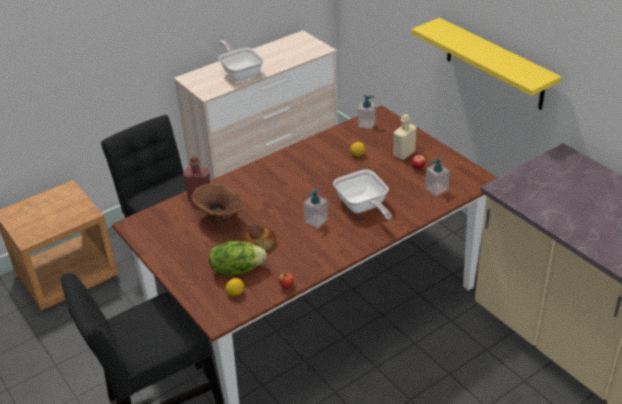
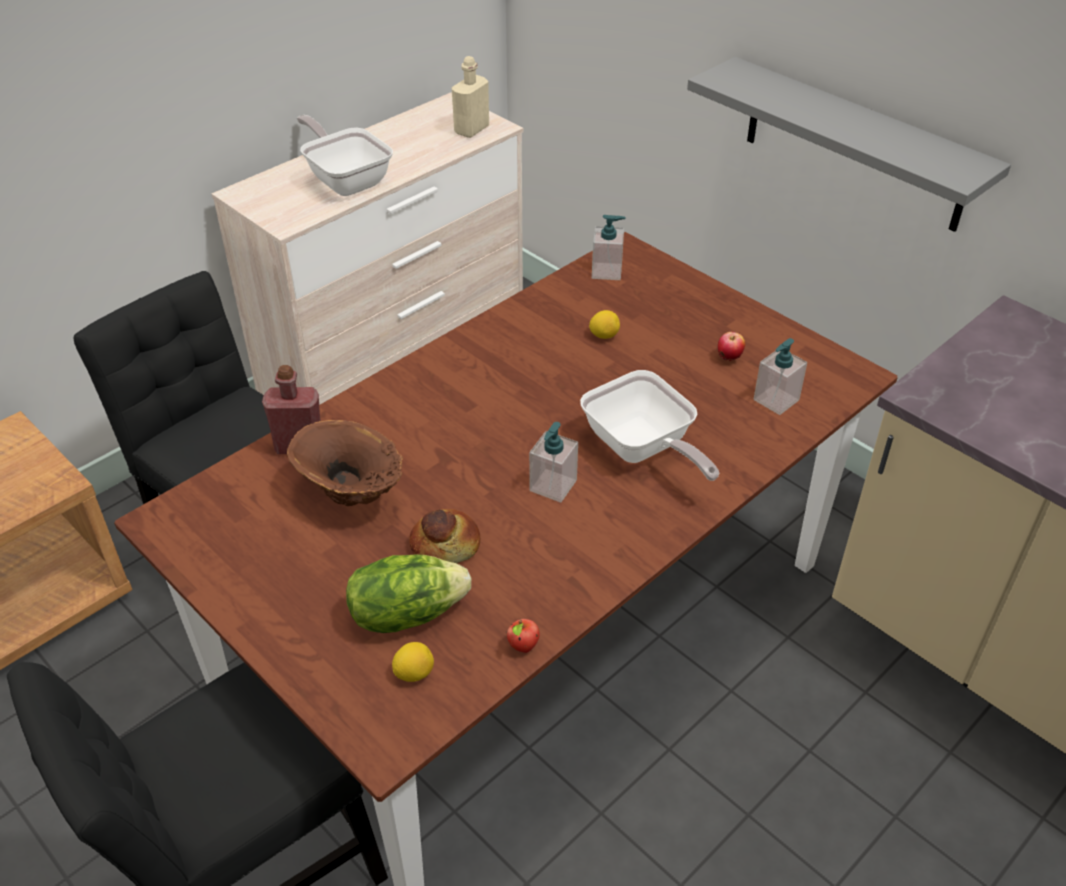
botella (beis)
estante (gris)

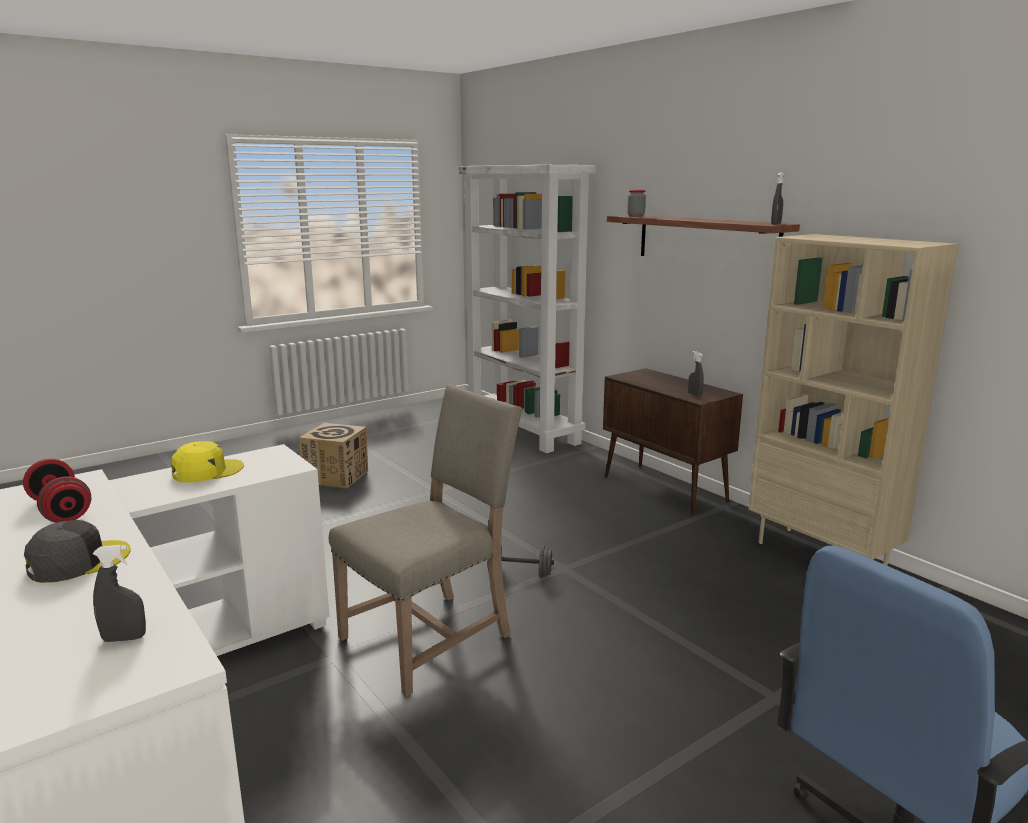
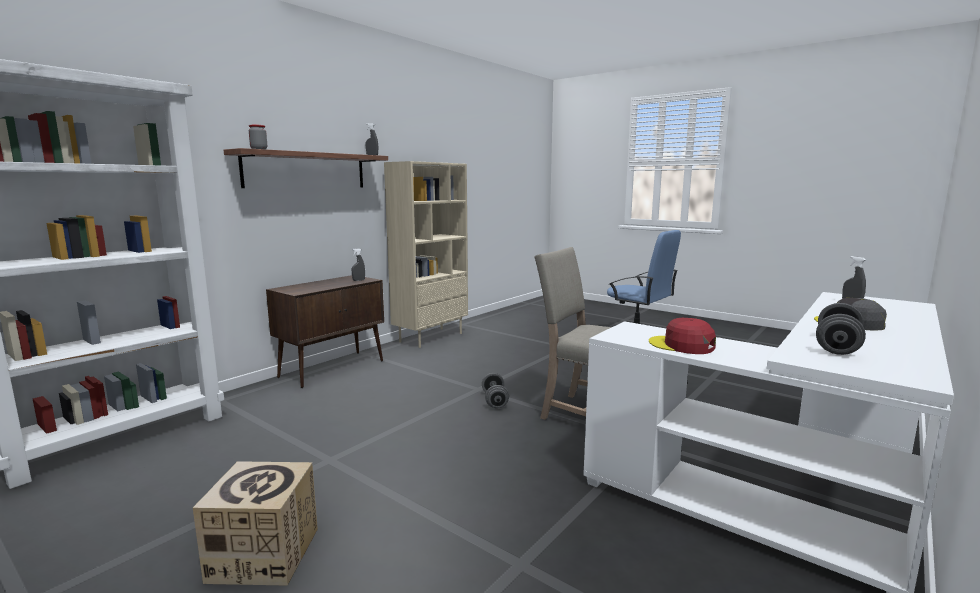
mancuerna (gris) (2nd from left)
gorra (rojo)

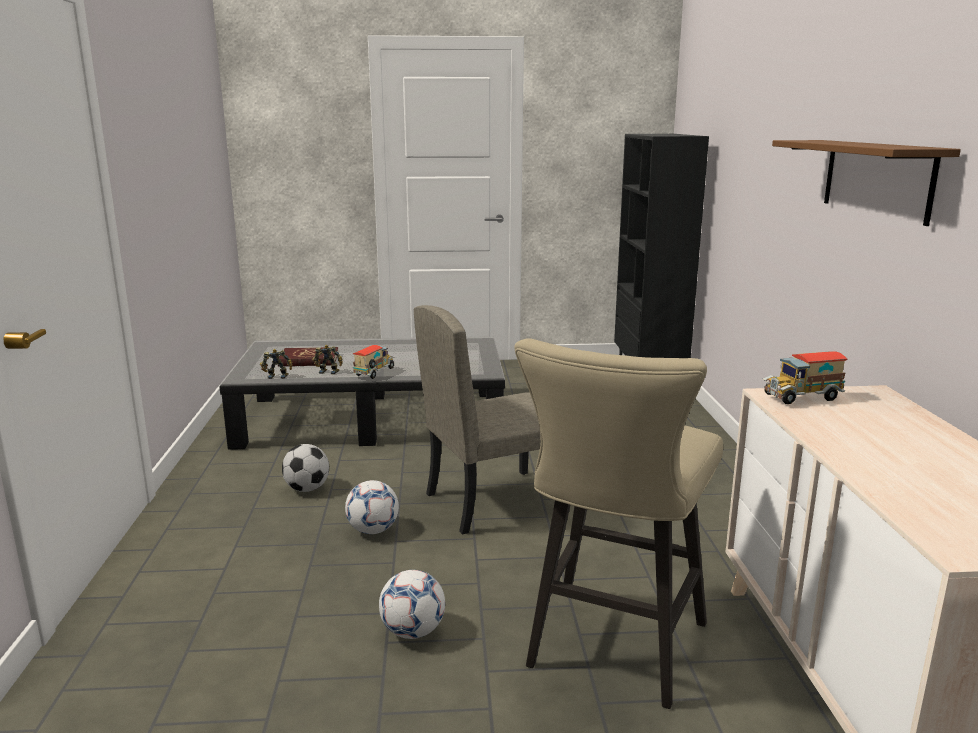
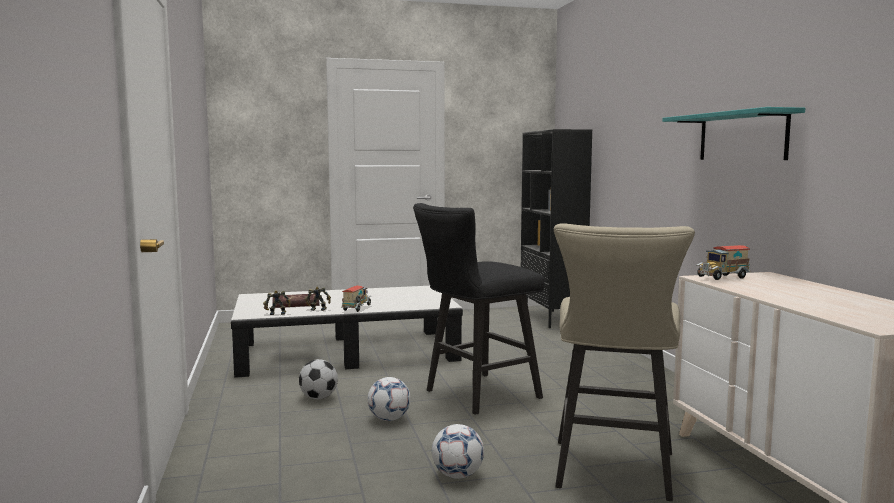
taburete (negro)
estante (turquesa)

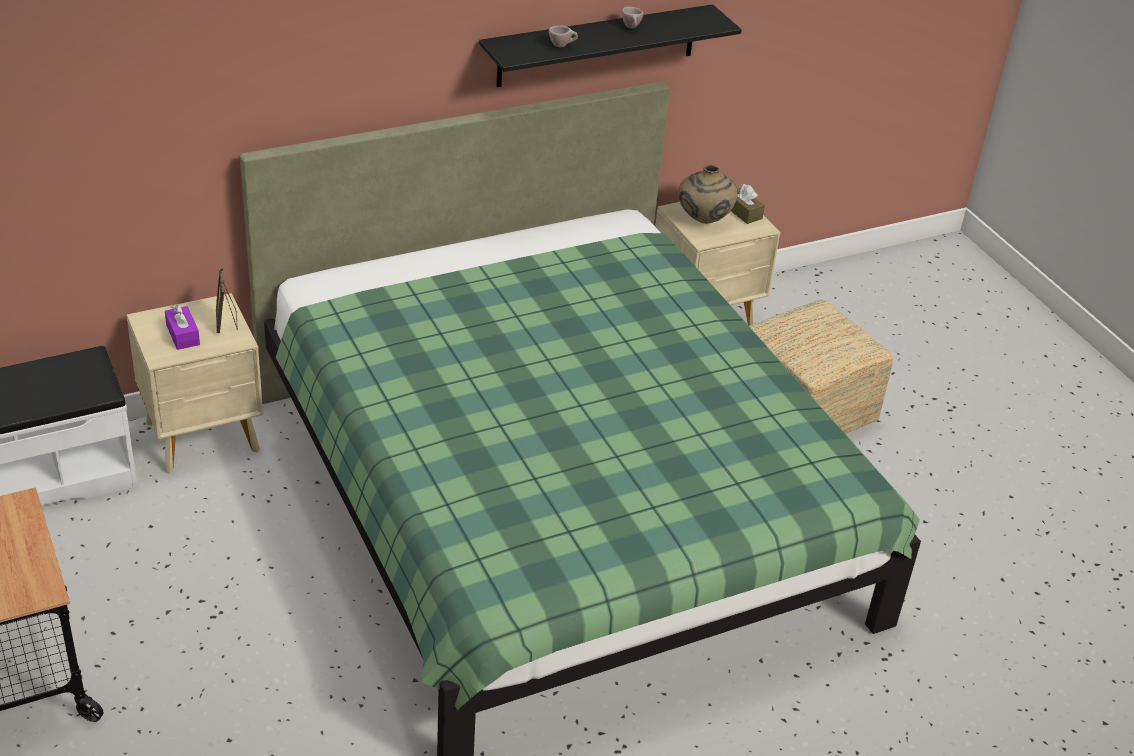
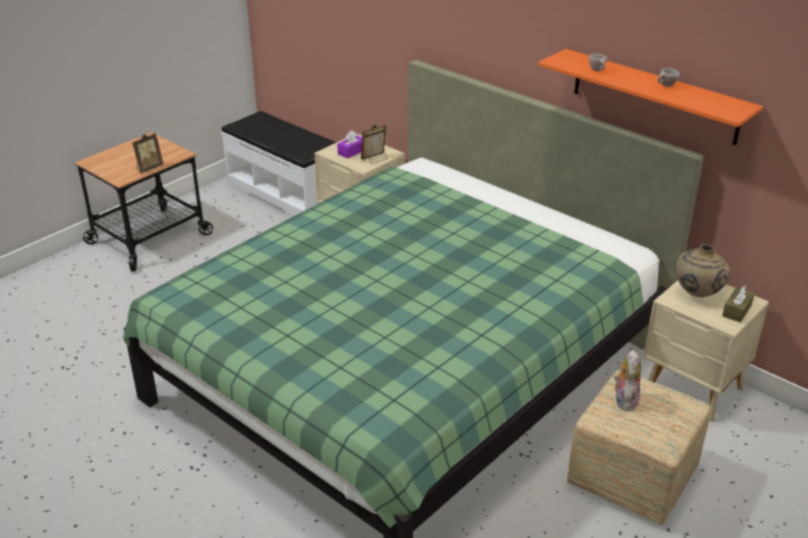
portarretratos (1st from left)
peluche
estante (naranja)

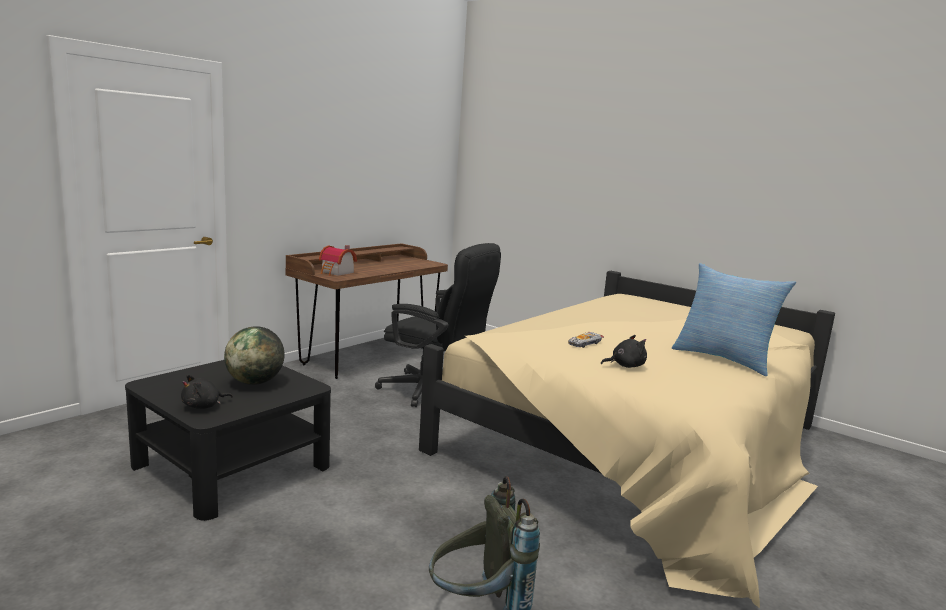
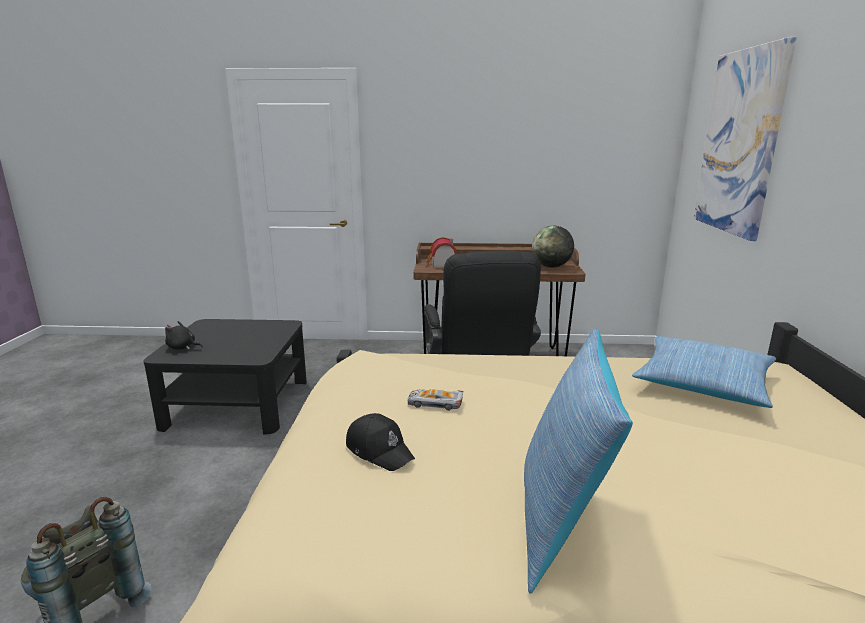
cojín (2nd from left)
cuadro
globo terráqueo
gorra (negro)

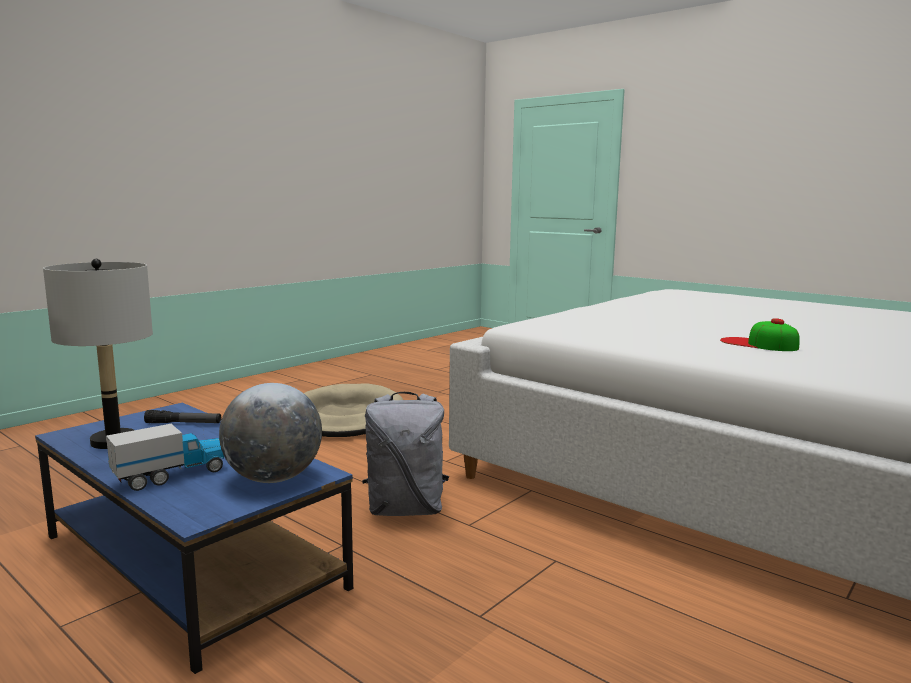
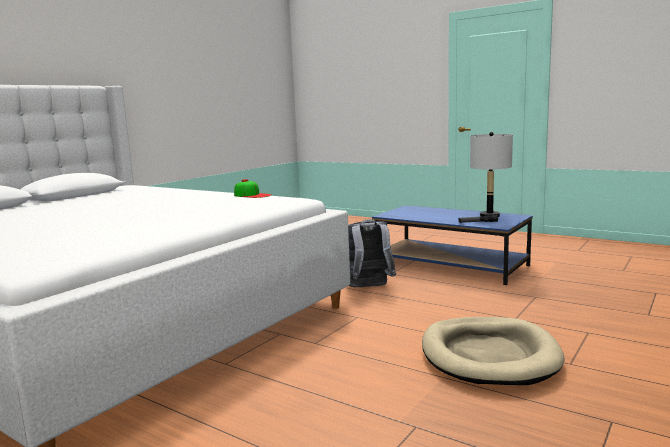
camión de juguete
globo terráqueo
gorra

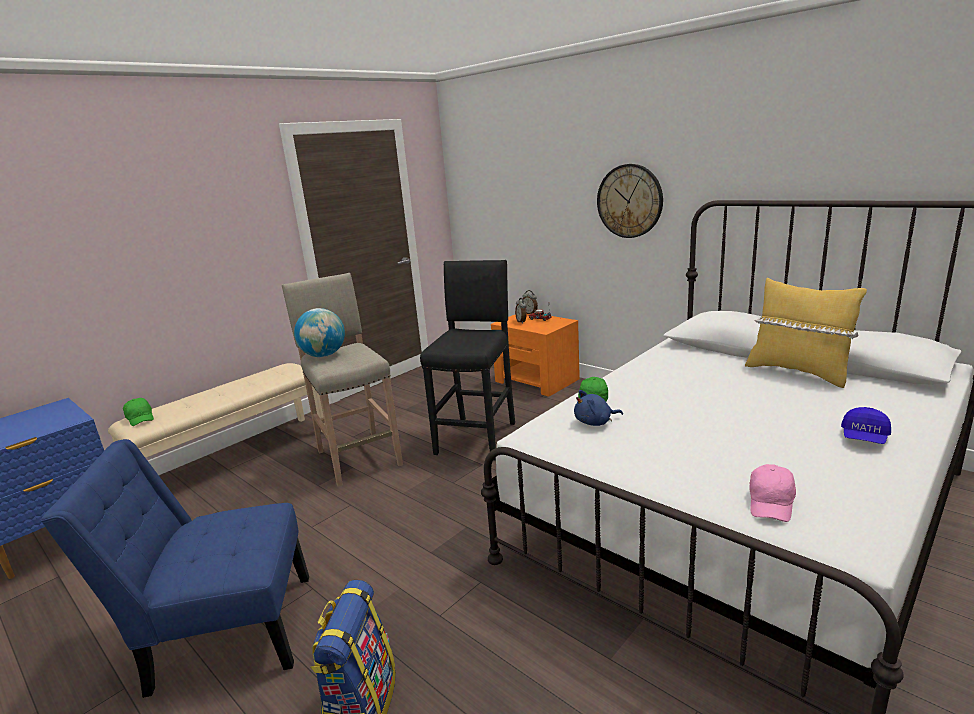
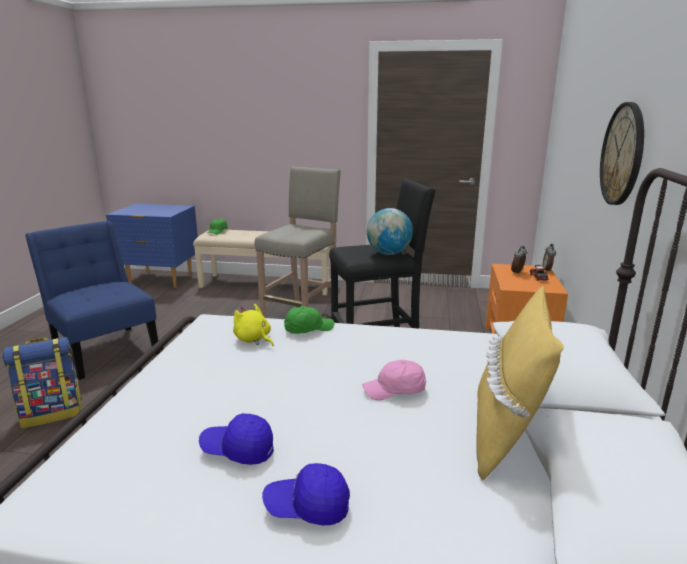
gorra (azul) (1st from left)
globo terráqueo
gorra (rosa)
peluche (amarillo)

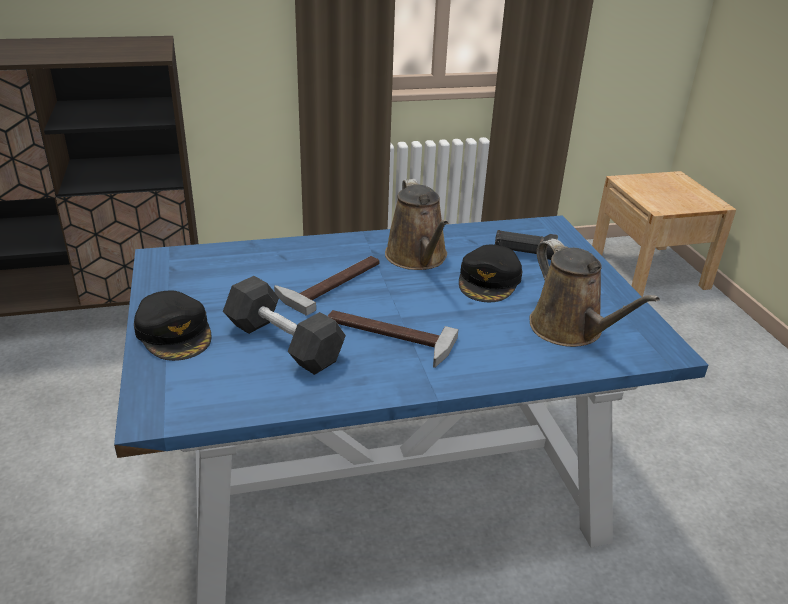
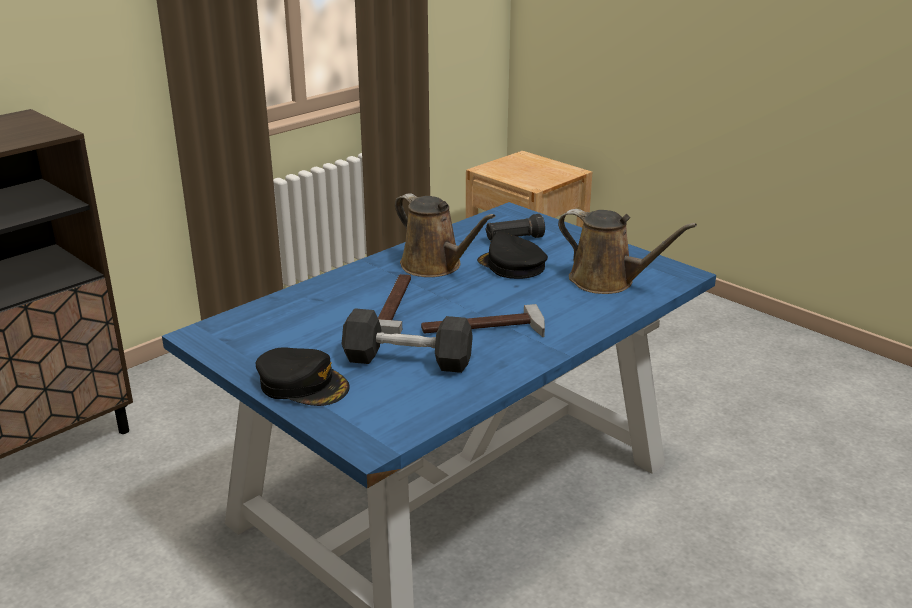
gorra (negro) (2nd from left)

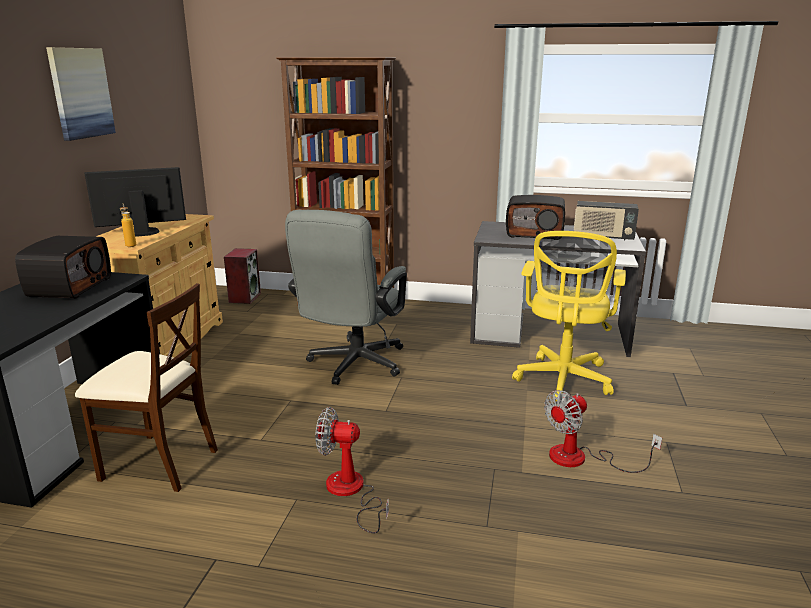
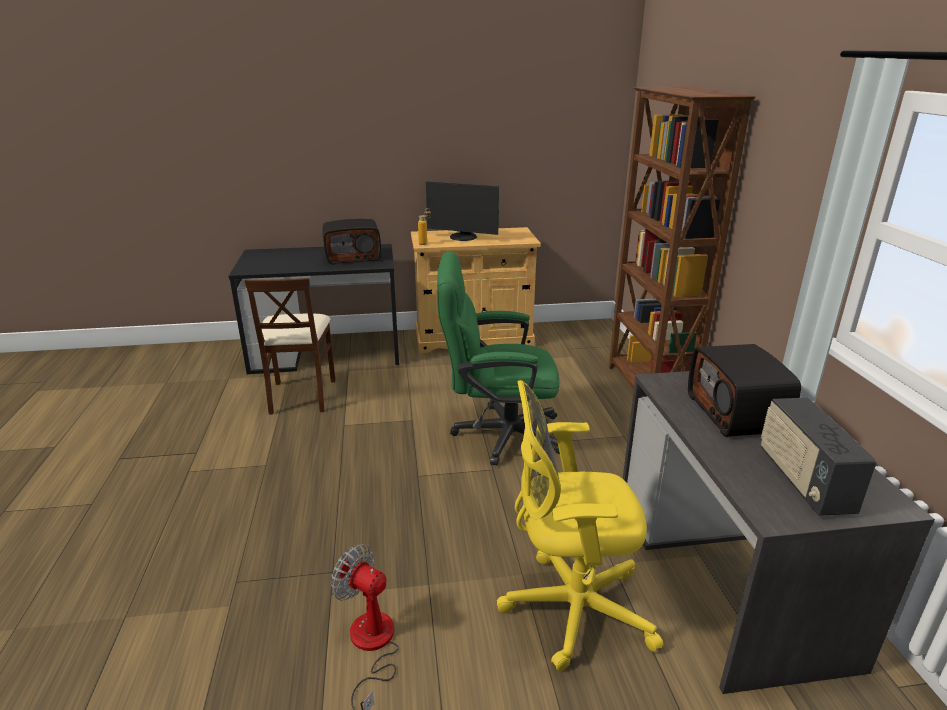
cuadro
altavoz
ventilador (1st from left in the first image)
silla de oficina (verde)
monitor

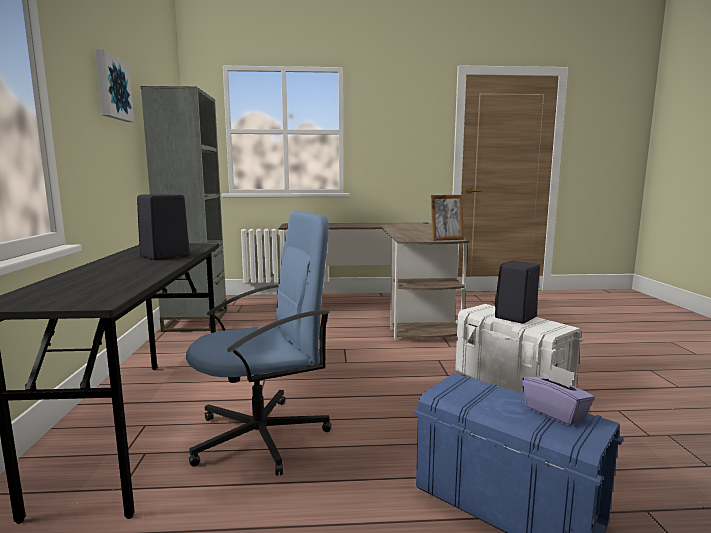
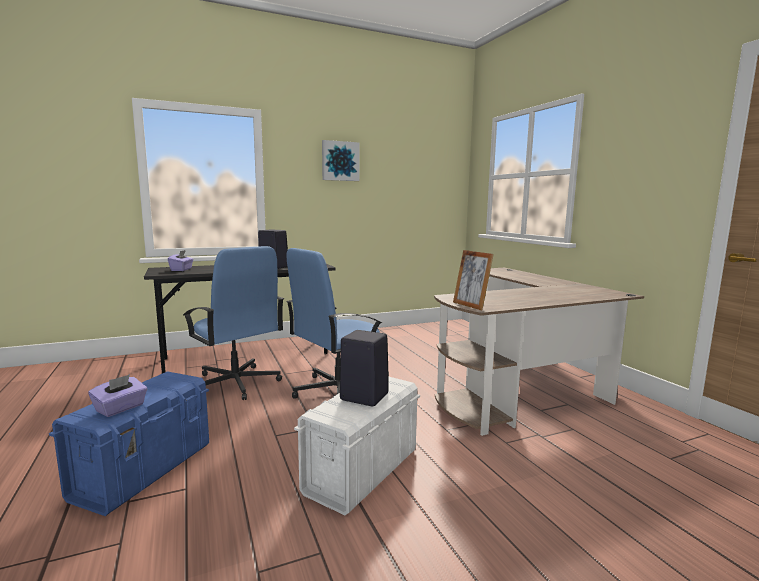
estantería (gris)
caja de pañuelos (morado) (2nd from left)
silla de oficina (azul) (2nd from left)

